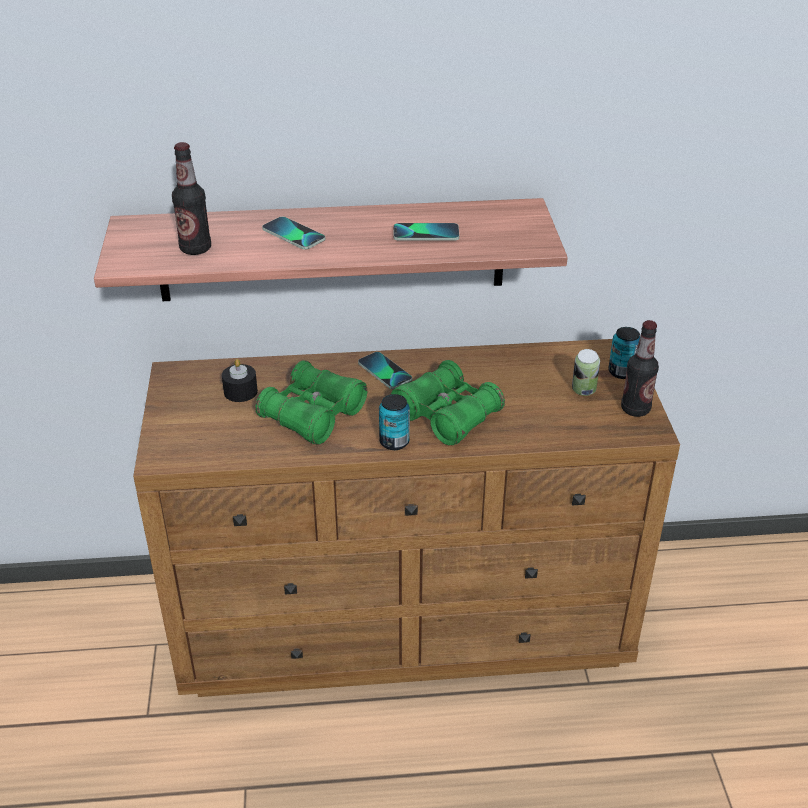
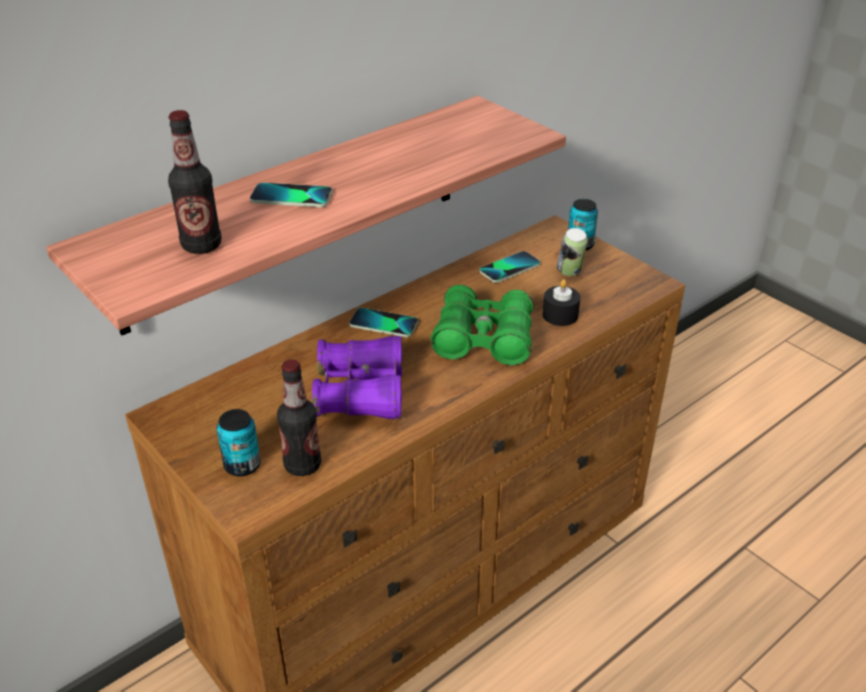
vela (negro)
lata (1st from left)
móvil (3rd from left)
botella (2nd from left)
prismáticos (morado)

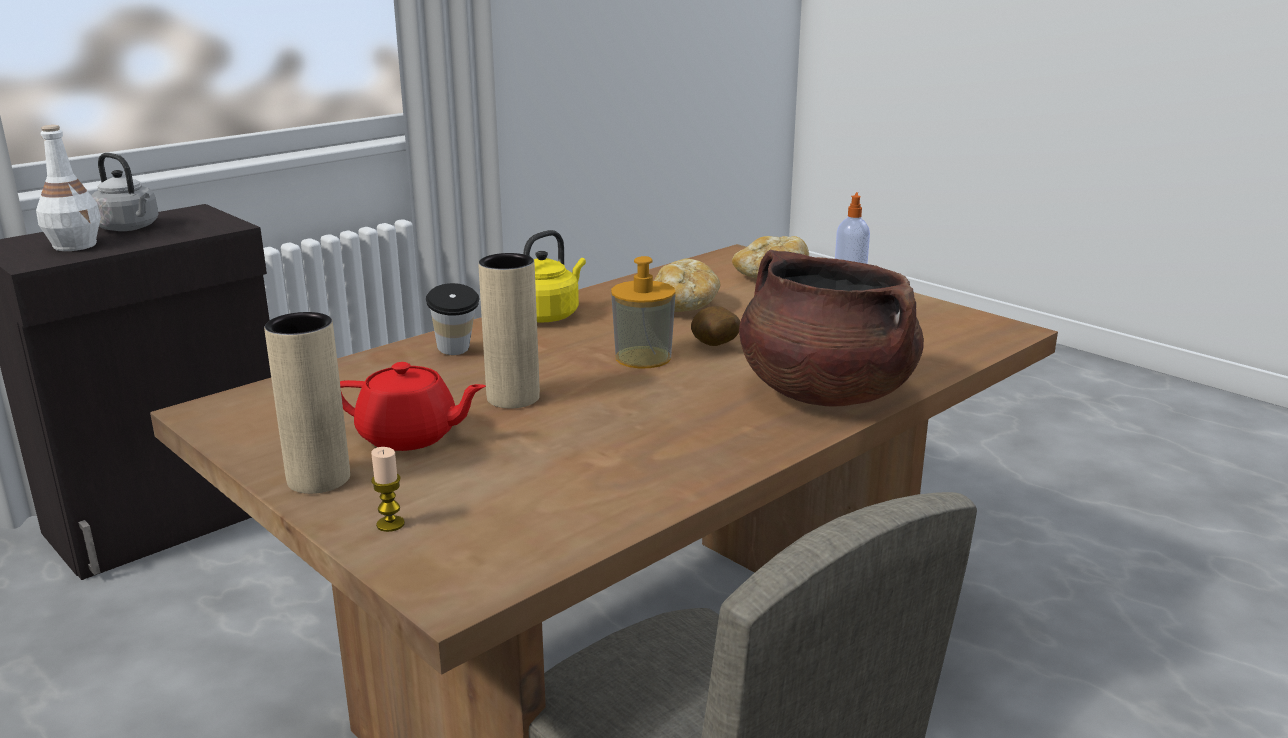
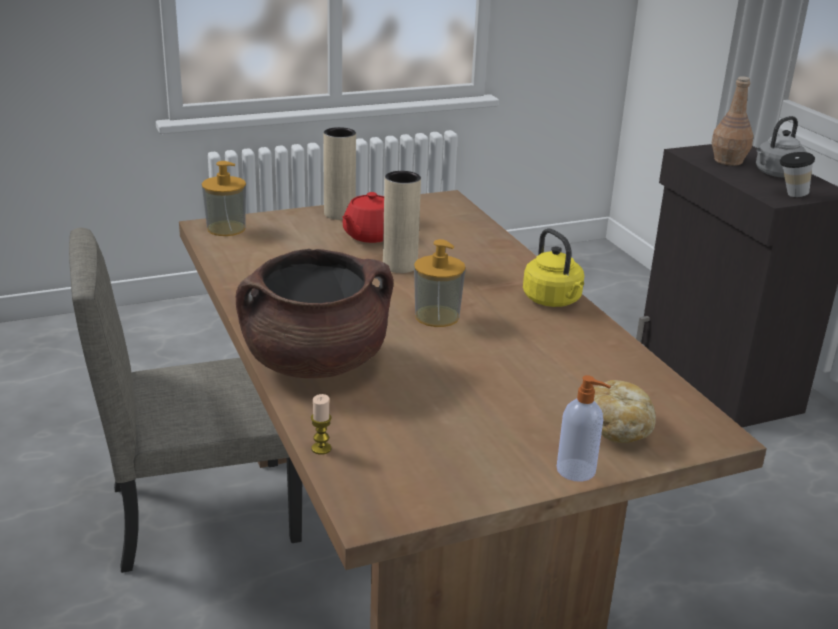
pan (1st from left in the first image)
patata
dispensador de jabón (1st from left)
vela
taza
botella (marrón)

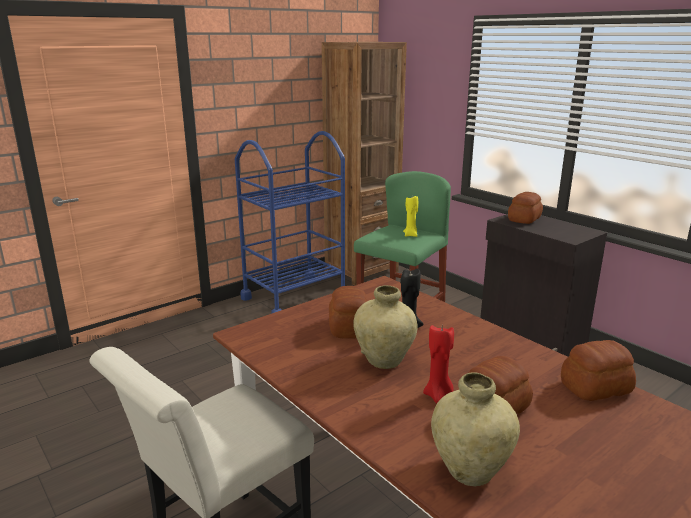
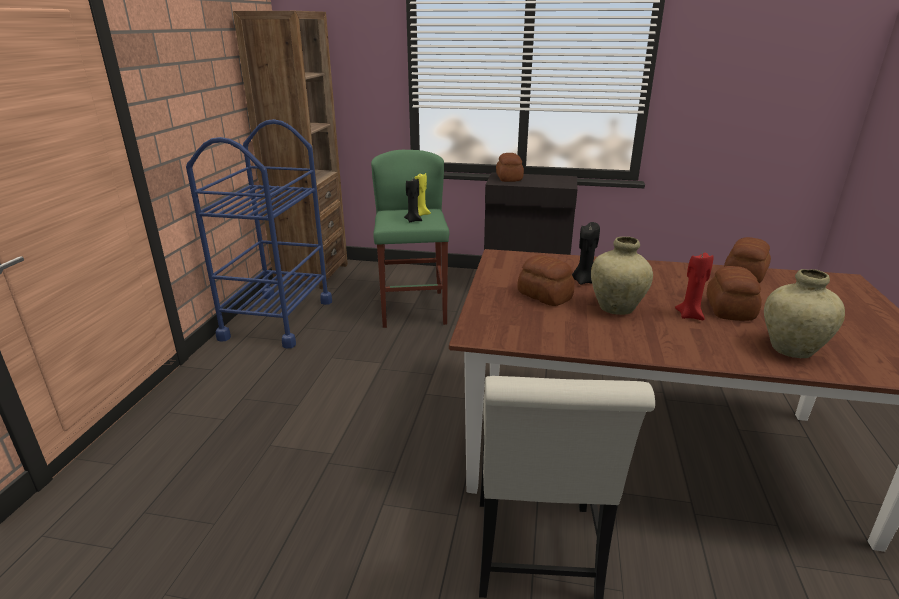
vela (negro) (1st from left)

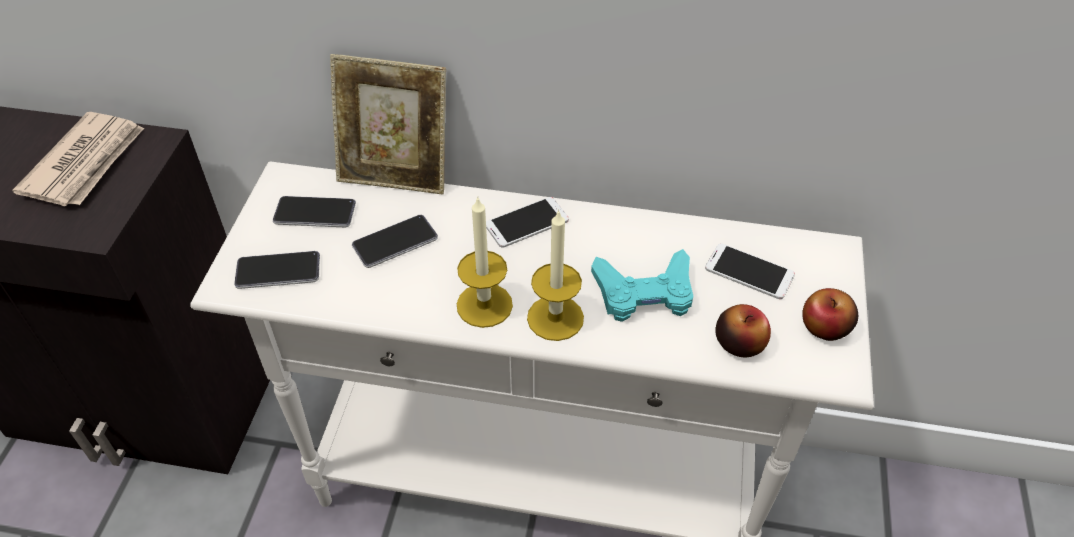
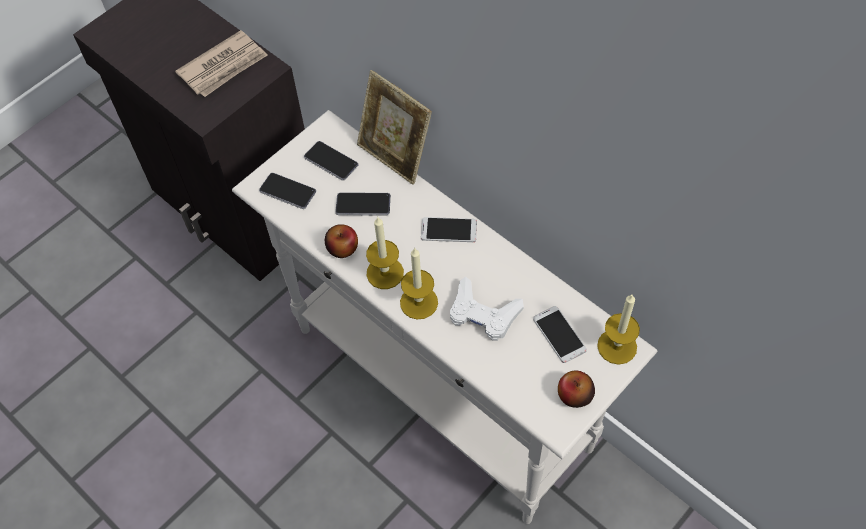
vela (3rd from left)
manzana (1st from left)
mando de consola (blanco)

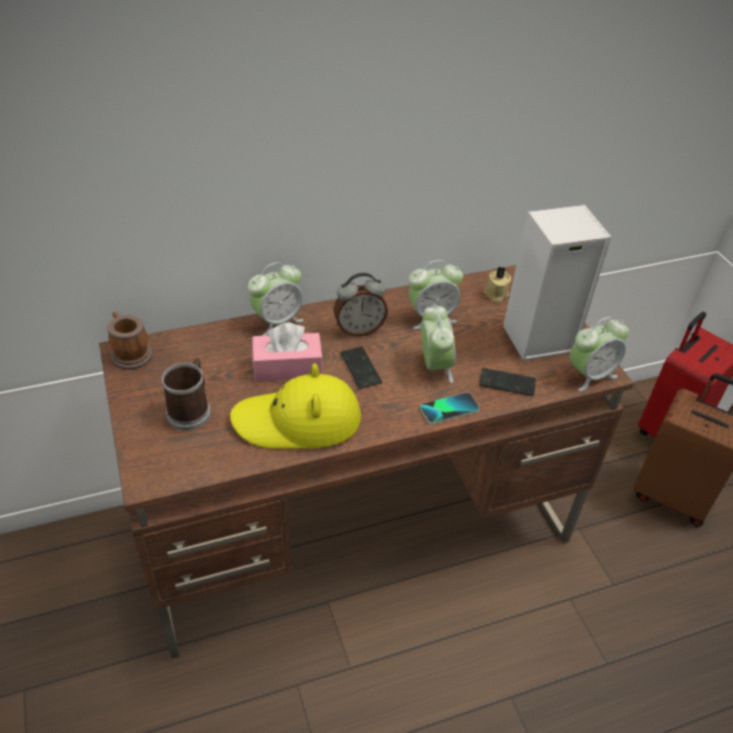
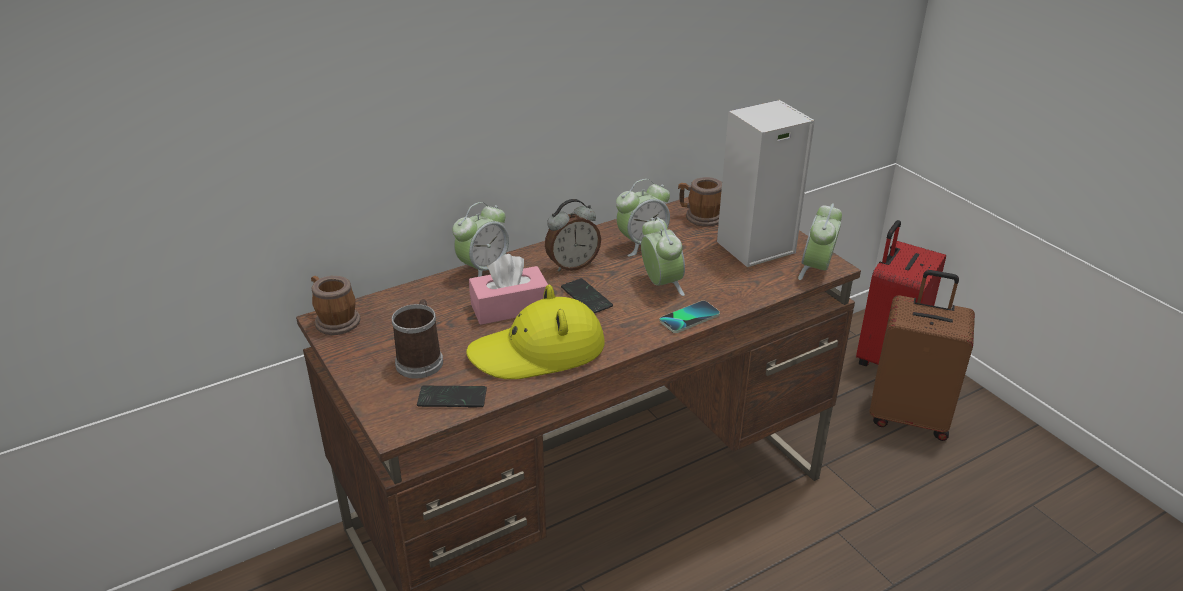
móvil (1st from left)
taza grande (3rd from left)
despertador (5th from left)

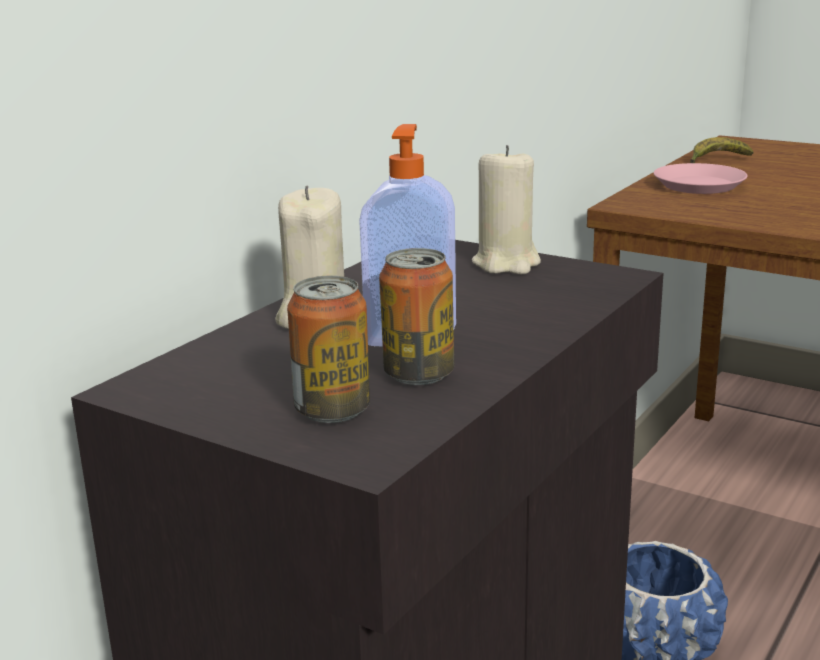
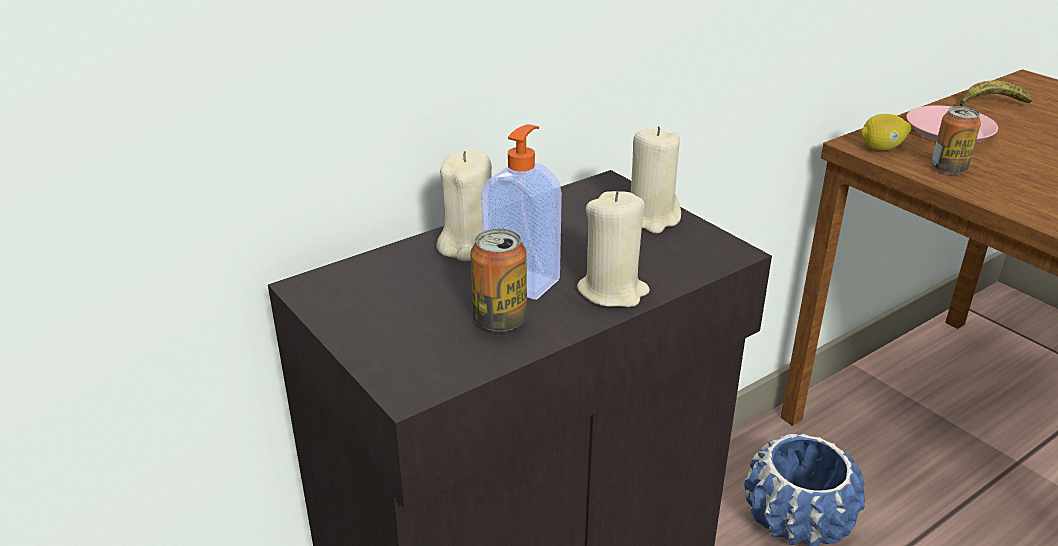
vela (beis) (2nd from left)
limón
lata (2nd from left)

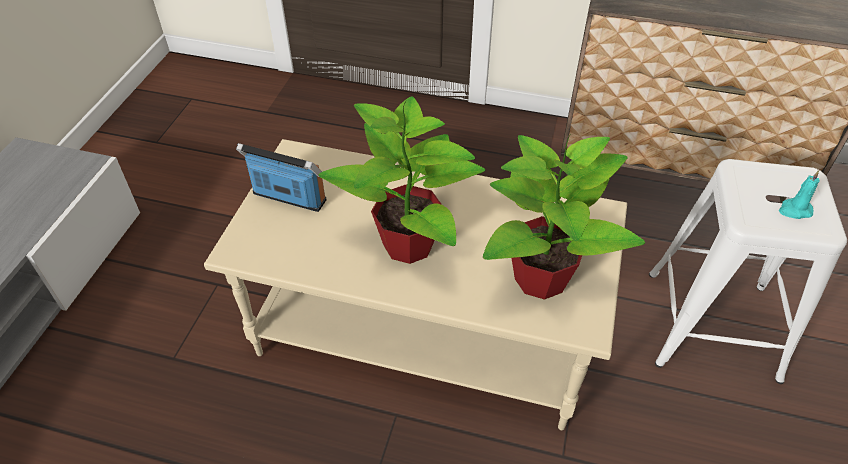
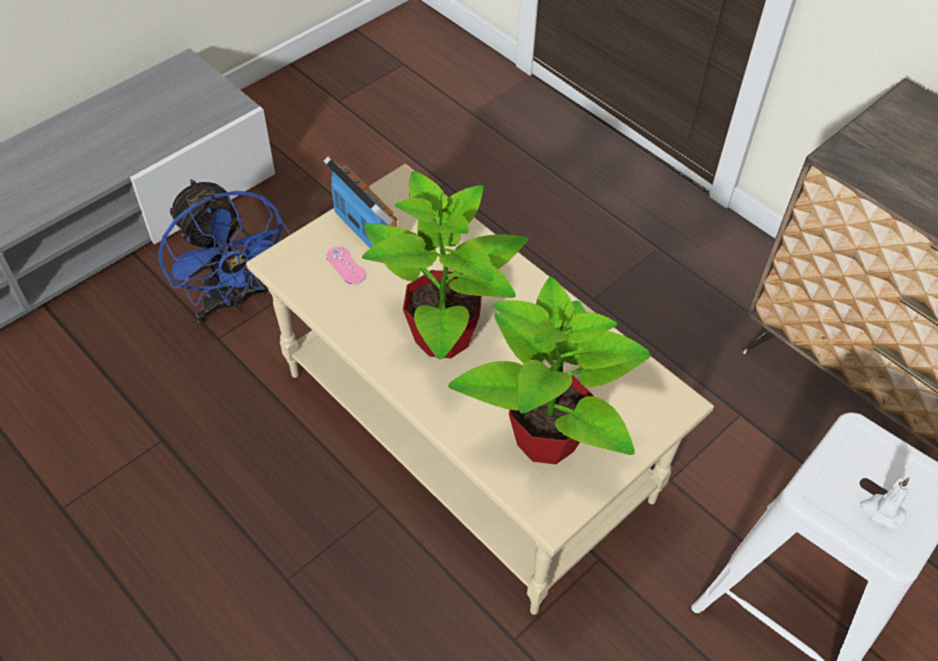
ventilador (azul)
mando de consola (rosa)
vela (blanco)

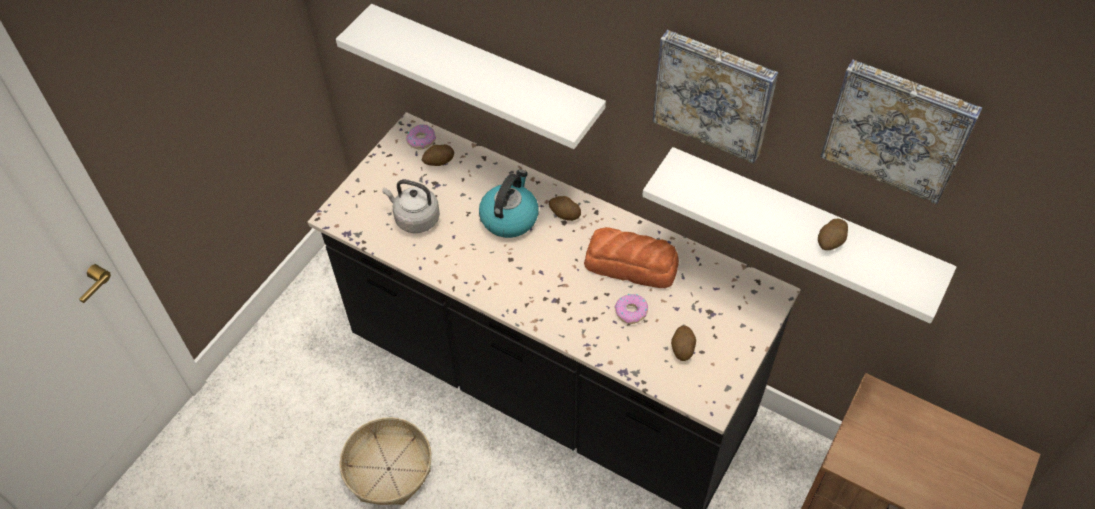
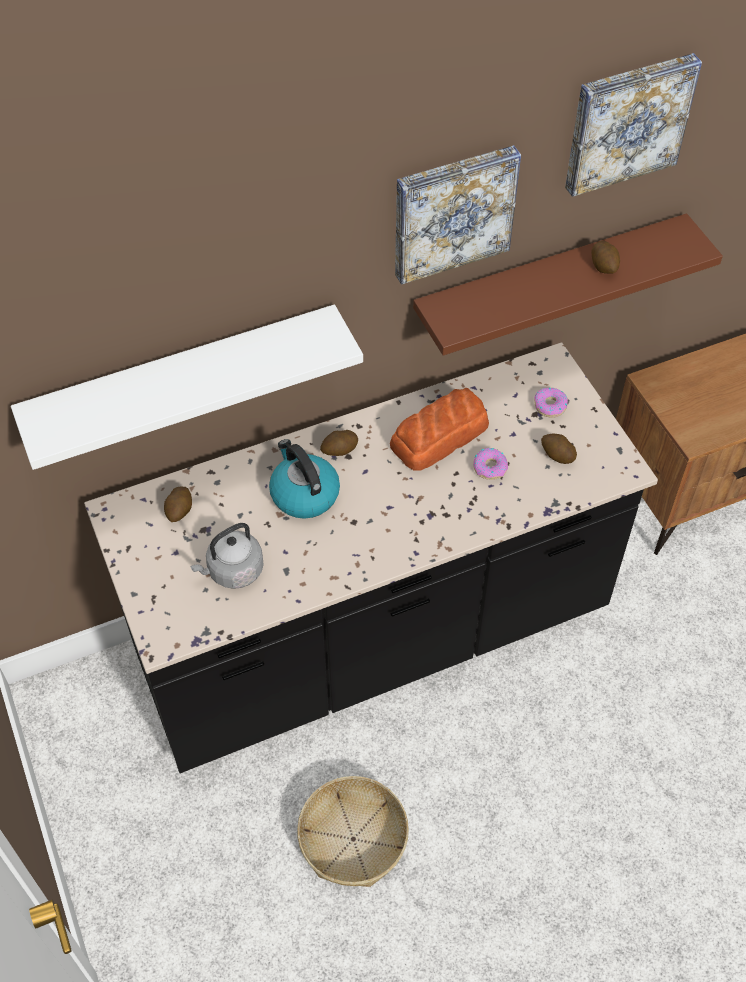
rosquilla (2nd from left)
estante (marrón)

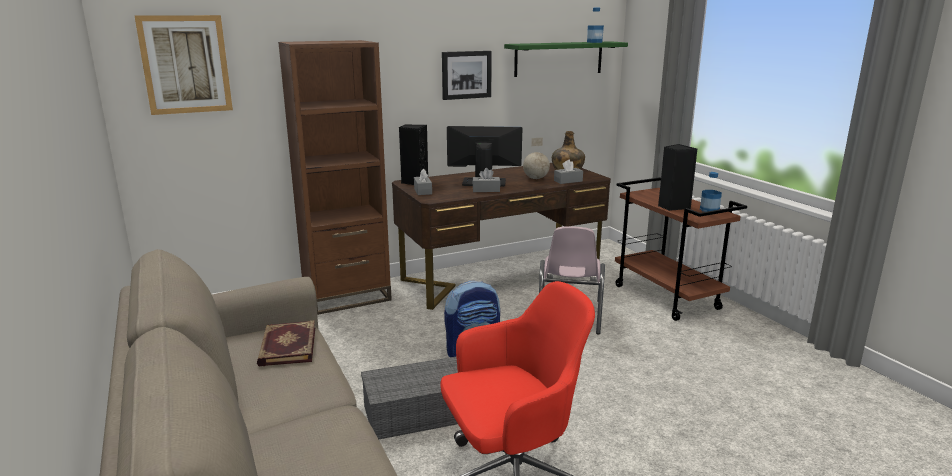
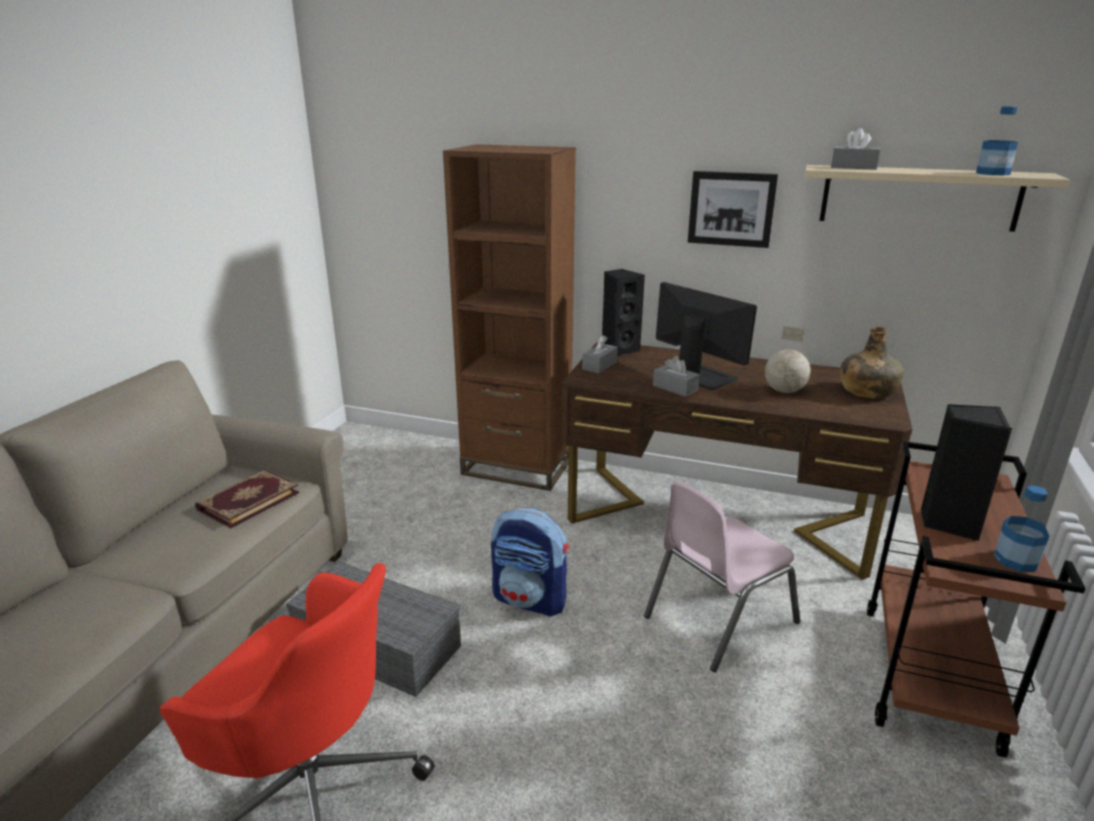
cuadro (1st from left in the first image)
caja de pañuelos (gris) (3rd from left)
estante (beis)

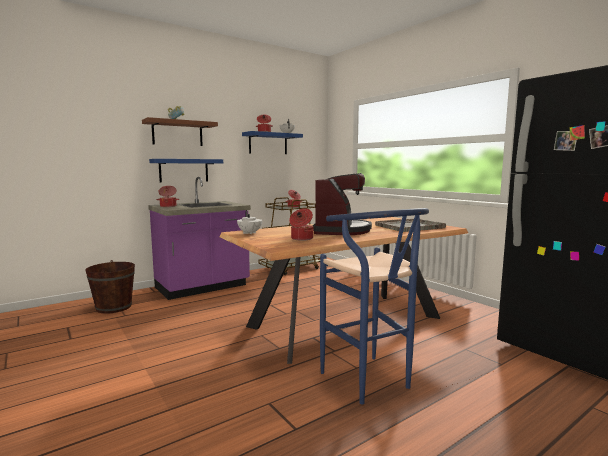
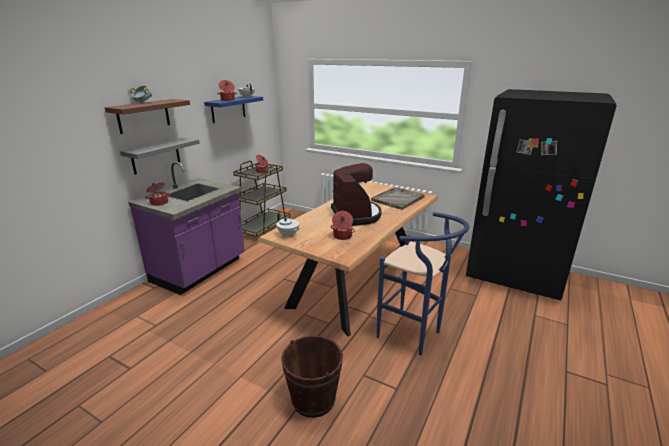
cubo (marrón)
estante (gris)

